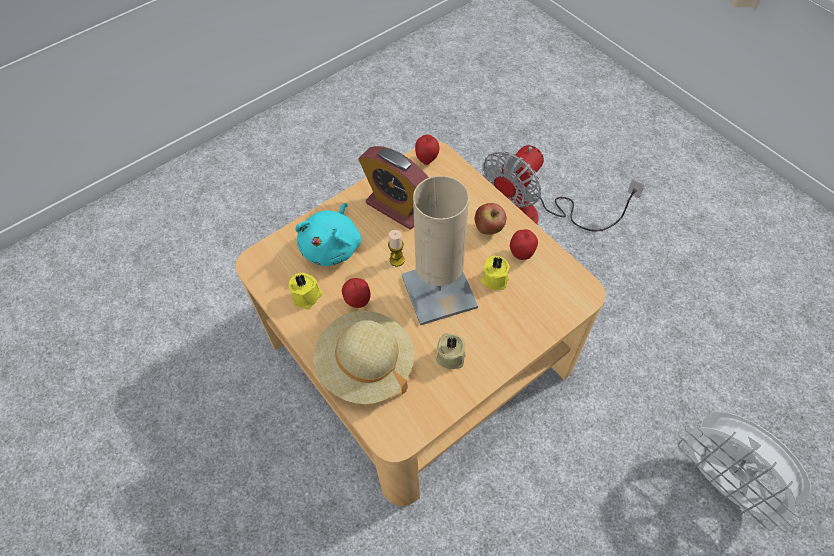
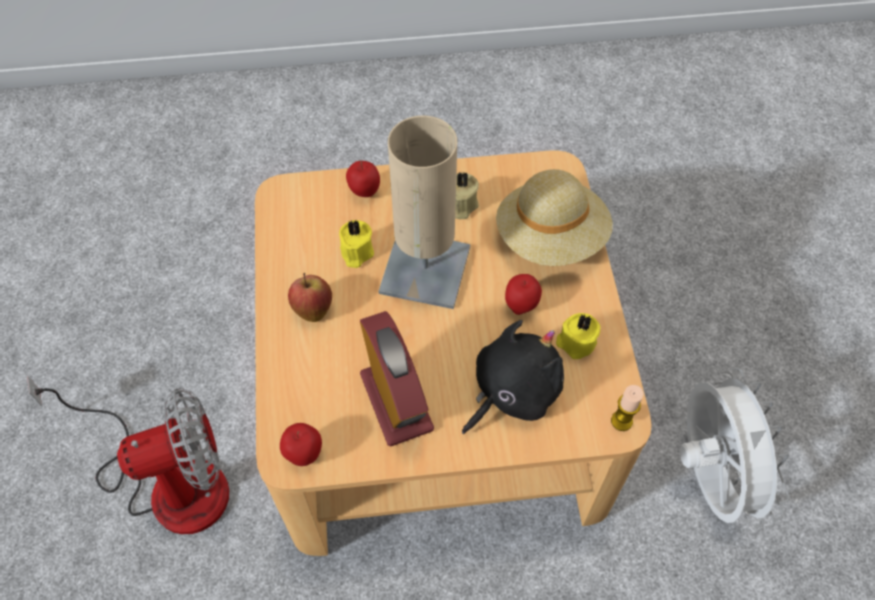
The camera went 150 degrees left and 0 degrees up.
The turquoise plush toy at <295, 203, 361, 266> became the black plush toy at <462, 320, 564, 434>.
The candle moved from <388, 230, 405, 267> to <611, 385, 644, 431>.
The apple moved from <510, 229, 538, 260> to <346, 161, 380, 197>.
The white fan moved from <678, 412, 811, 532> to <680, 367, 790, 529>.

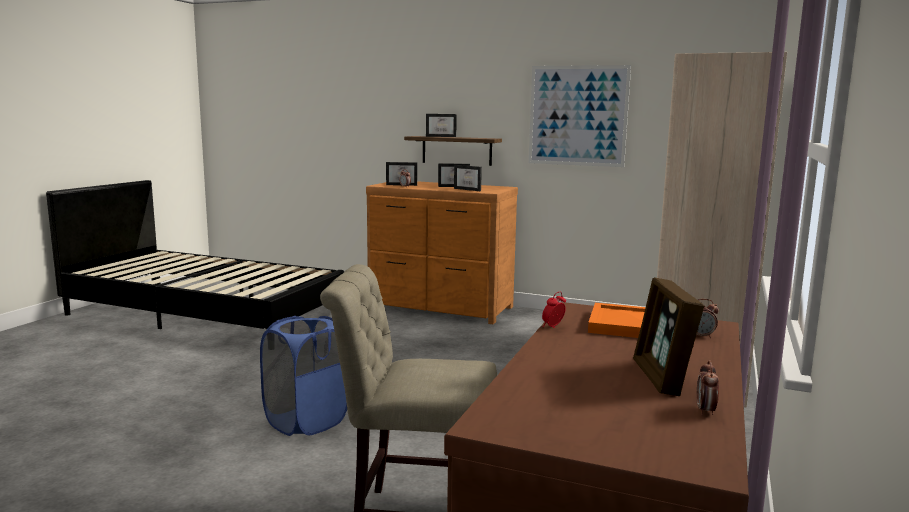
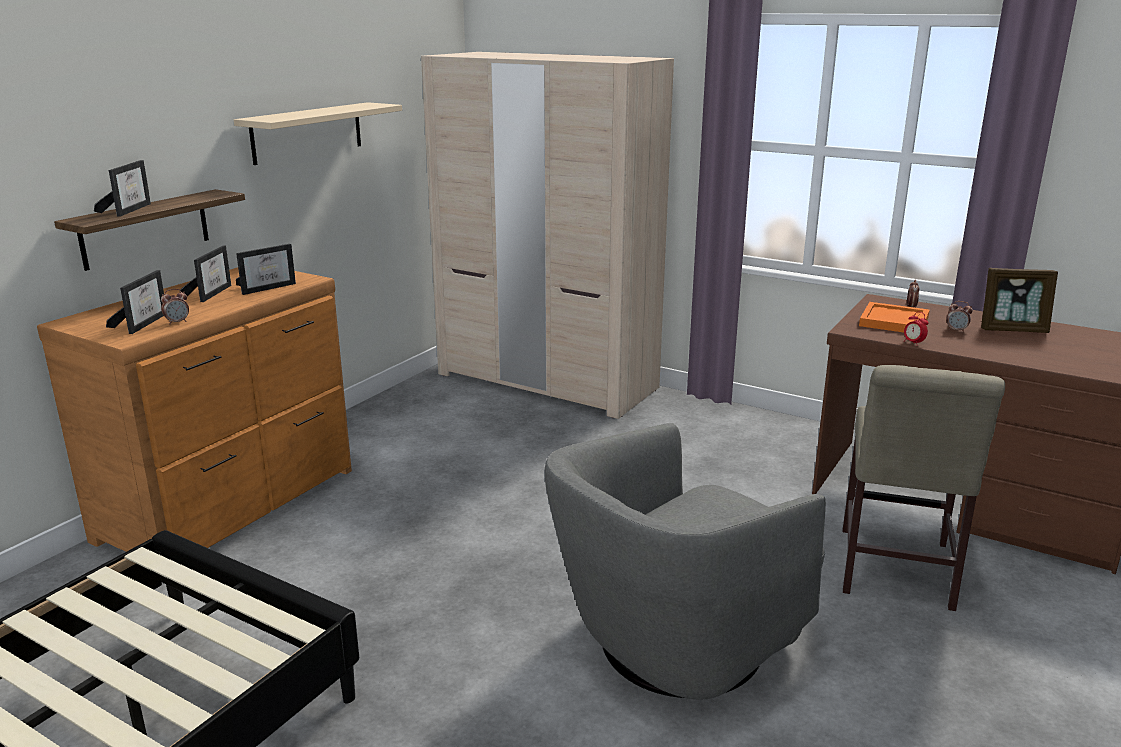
The camera went 80 degrees left and 10 degrees up.
The blue laundry basket at <260, 316, 347, 436> was replaced by the grey armchair at <545, 423, 826, 700>.
The picture at <529, 65, 631, 167> was replaced by the beige shelf at <234, 102, 402, 165>.
The alarm clock moved from <697, 360, 719, 415> to <946, 301, 973, 332>.

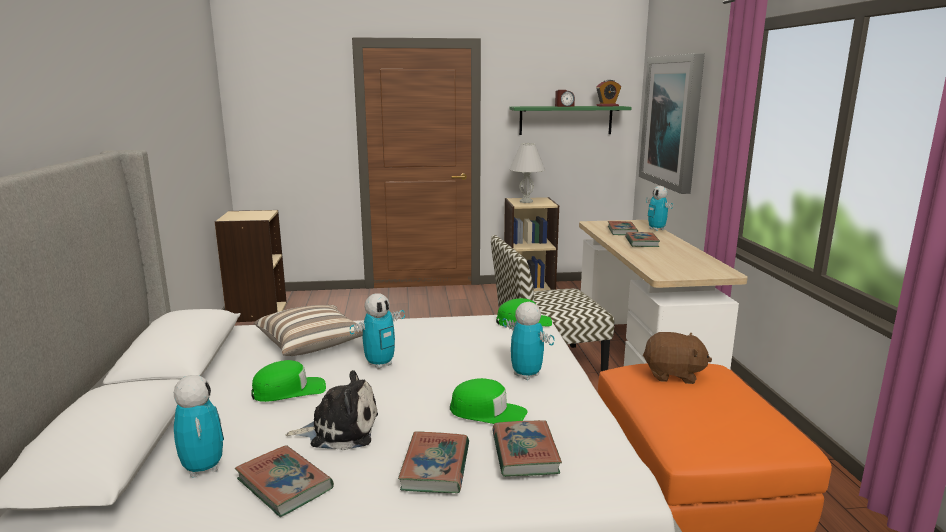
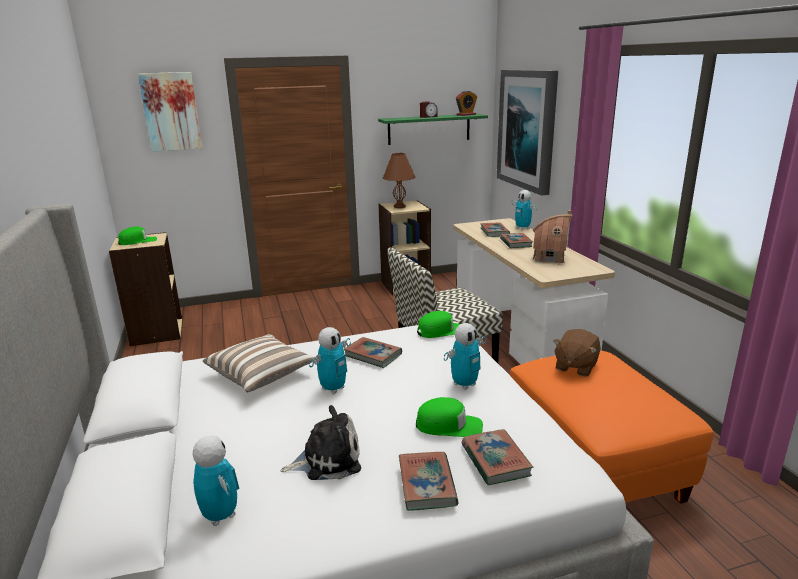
The camera went 10 degrees left and 5 degrees up.
The book moved from <235, 445, 334, 517> to <344, 337, 402, 368>.
The green cap moved from <251, 360, 326, 402> to <118, 227, 157, 245>.
The toy robot at <503, 302, 554, 380> turned 105 degrees clockwise.
The white table lamp at <509, 143, 545, 203> became the brown table lamp at <383, 153, 415, 208>.
The brown plush toy at <643, 332, 712, 384> turned 120 degrees clockwise.
The picture at <138, 72, 202, 152> appeared.
The toy house at <533, 210, 572, 263> appeared.

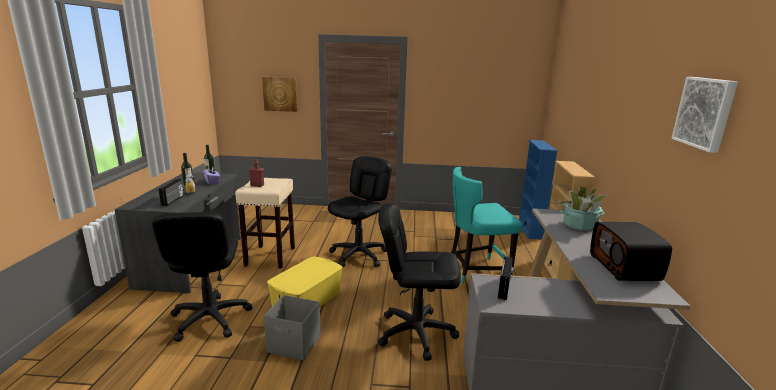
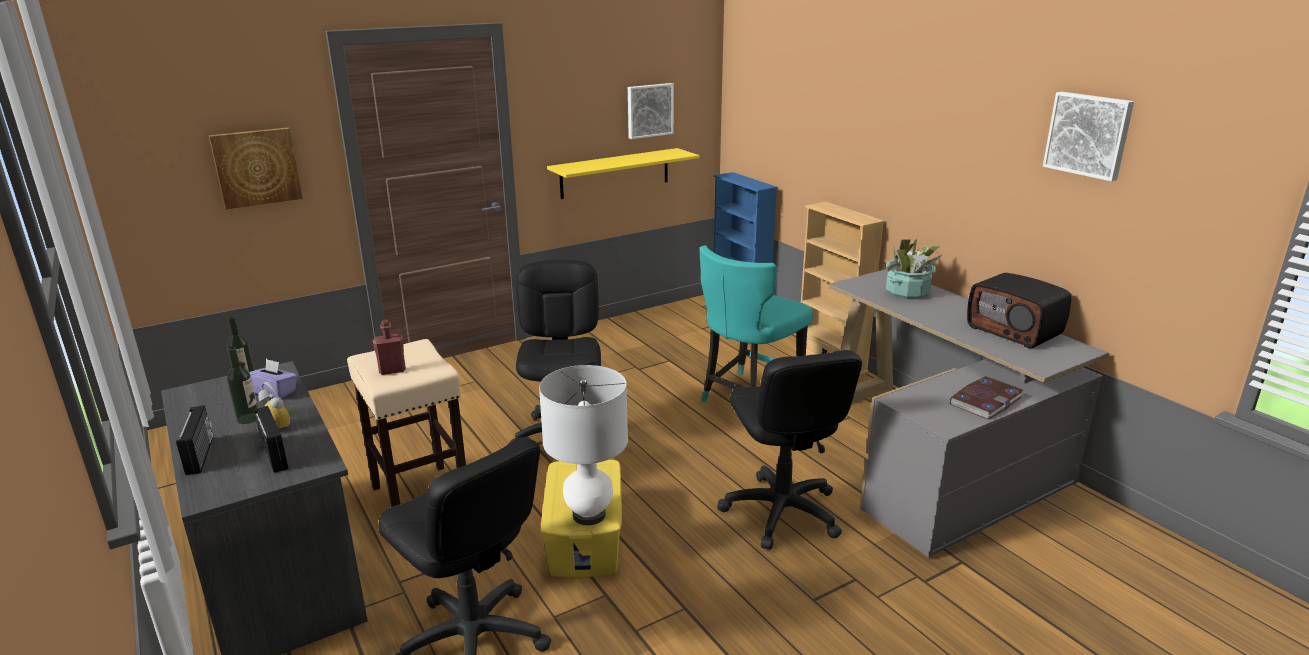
The camera went 35 degrees left and 5 degrees up.
The grey storage box at <264, 295, 321, 361> disappeared.
The black office chair at <378, 203, 461, 361> turned 75 degrees counterclockwise.
The radio moved from <498, 256, 514, 300> to <176, 405, 213, 475>.
The white table lamp at <539, 365, 628, 525> appeared.
The yellow shelf at <547, 148, 700, 199> appeared.
The picture at <628, 83, 674, 139> appeared.
The book at <950, 376, 1023, 420> appeared.

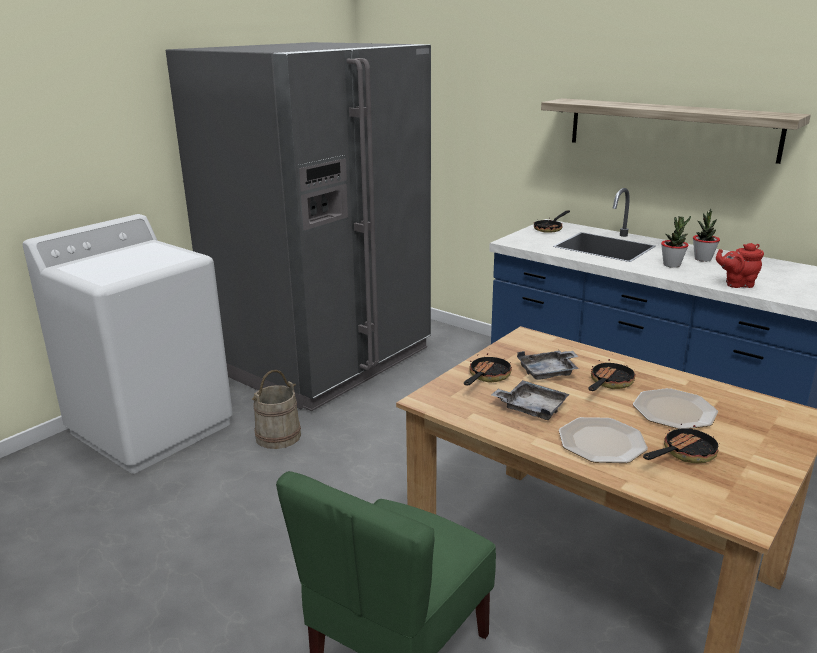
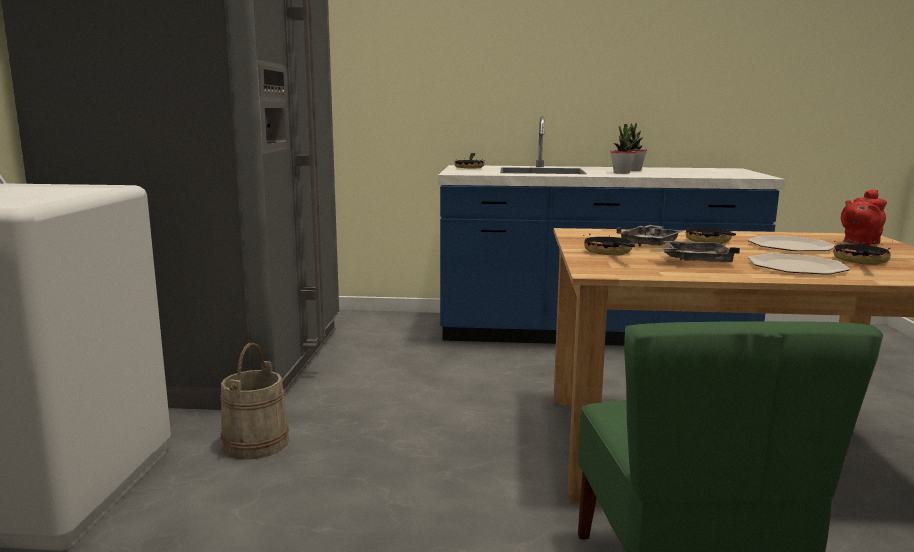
The camera went 35 degrees left and 10 degrees down.
The shelf at <541, 98, 811, 164> disappeared.
The red teapot moved from <716, 243, 764, 288> to <841, 189, 887, 246>.

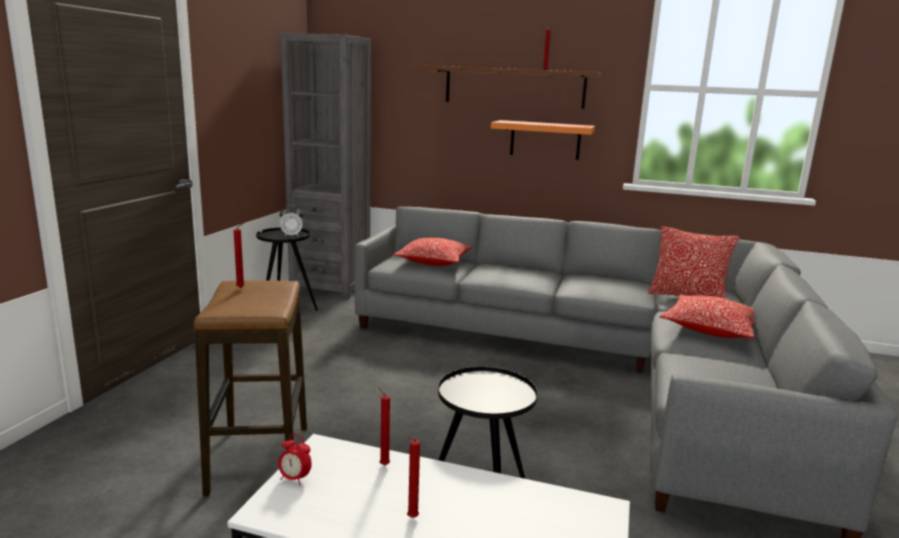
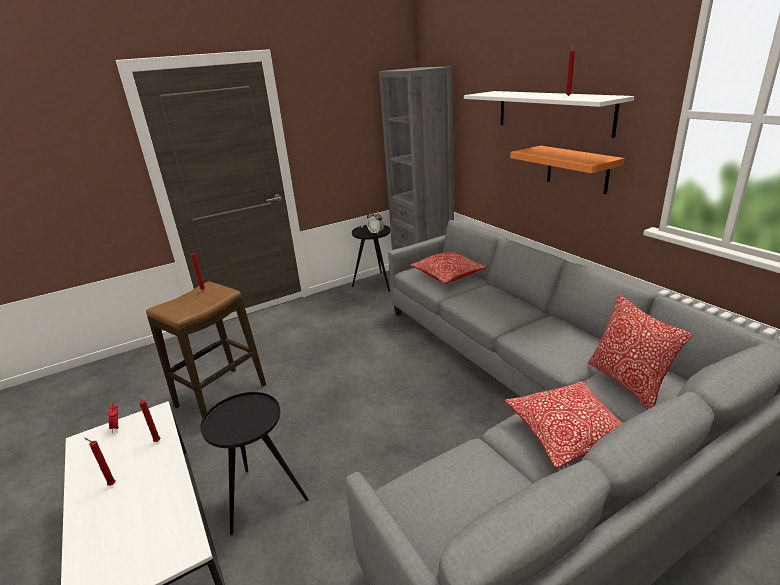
The camera went 45 degrees right and 10 degrees up.
The brown shelf at <422, 66, 601, 109> became the white shelf at <464, 91, 634, 138>.

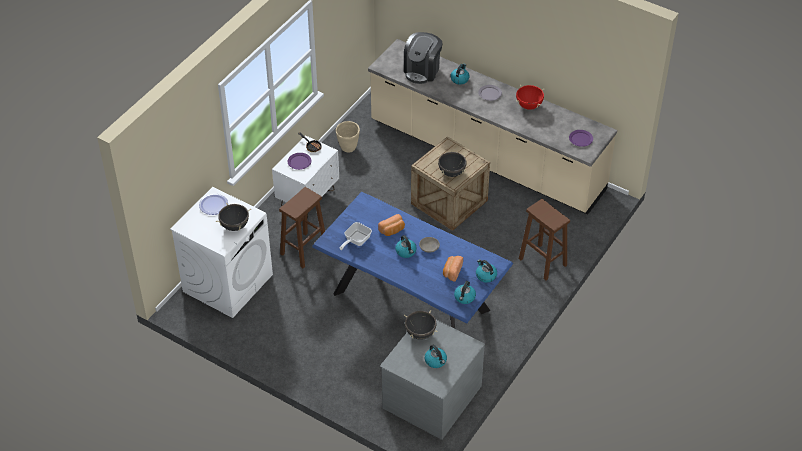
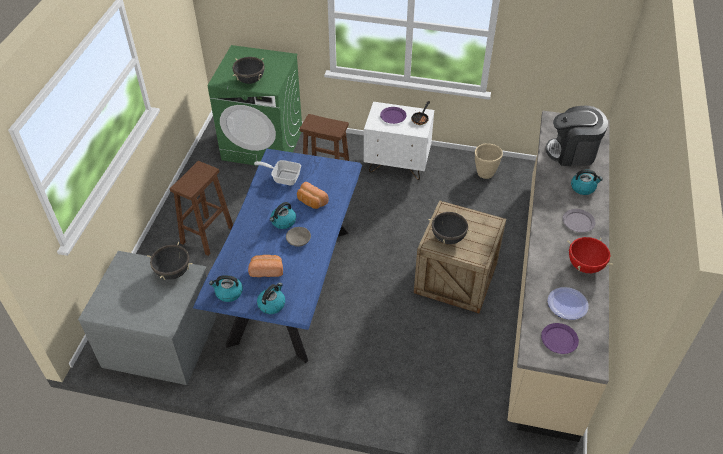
The camera went 70 degrees right and 0 degrees up.
The white washing machine at <170, 187, 273, 318> became the green washing machine at <208, 45, 302, 166>.
The plate moved from <199, 194, 228, 215> to <548, 287, 589, 320>.
The kettle at <425, 345, 447, 368> disappeared.
The brown stool moved from <519, 199, 570, 281> to <170, 161, 233, 256>.

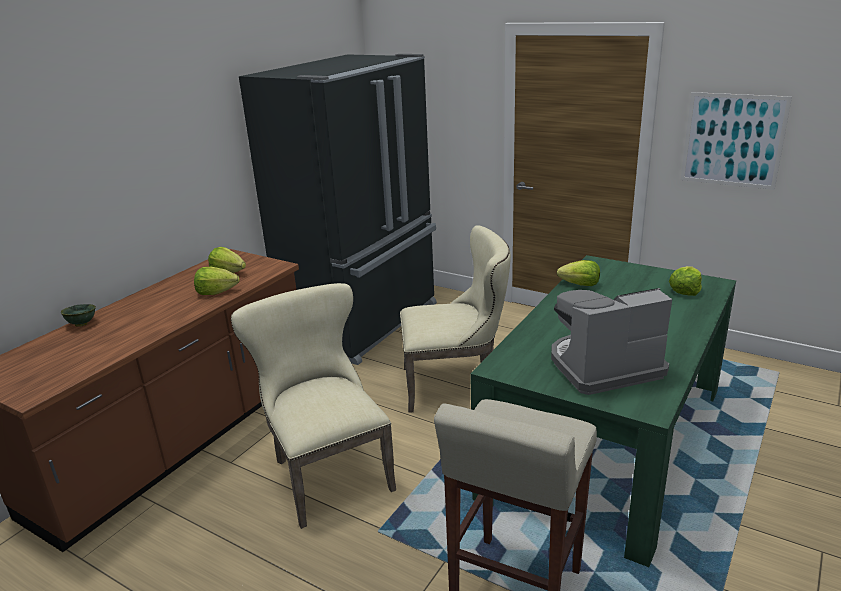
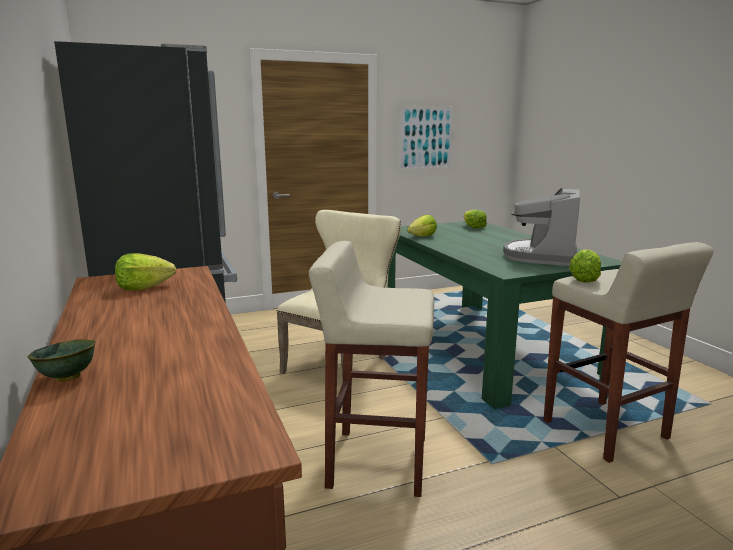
The camera went 55 degrees left and 10 degrees down.
The lettuce moved from <194, 267, 239, 295> to <569, 249, 601, 283>.
The beige chair at <231, 283, 396, 529> was replaced by the beige stool at <309, 241, 434, 497>.

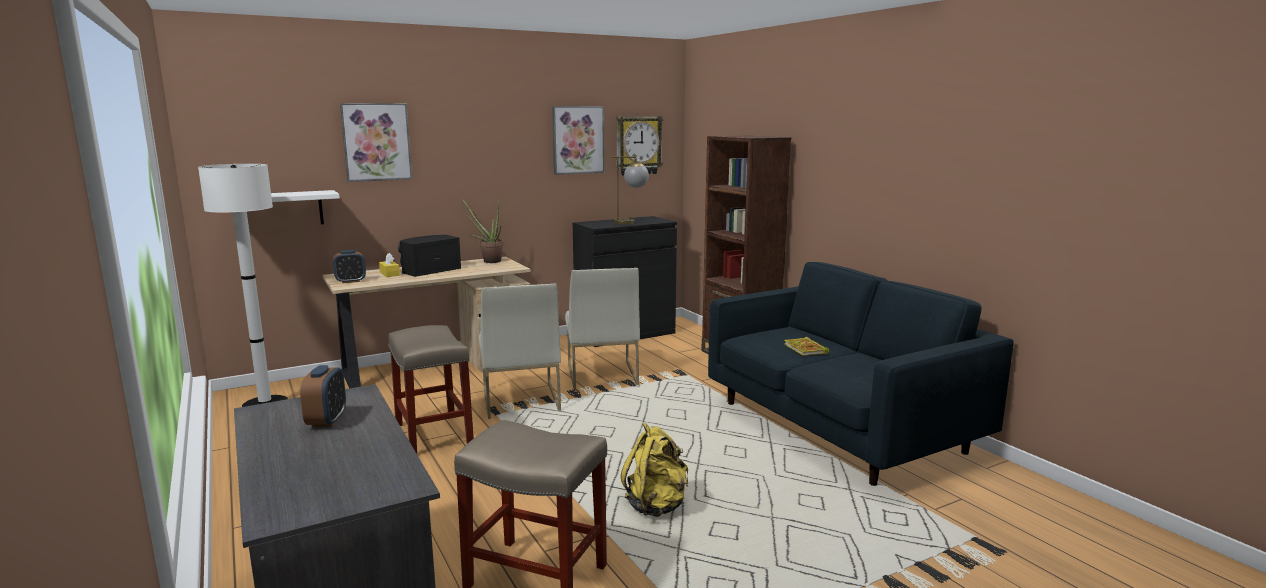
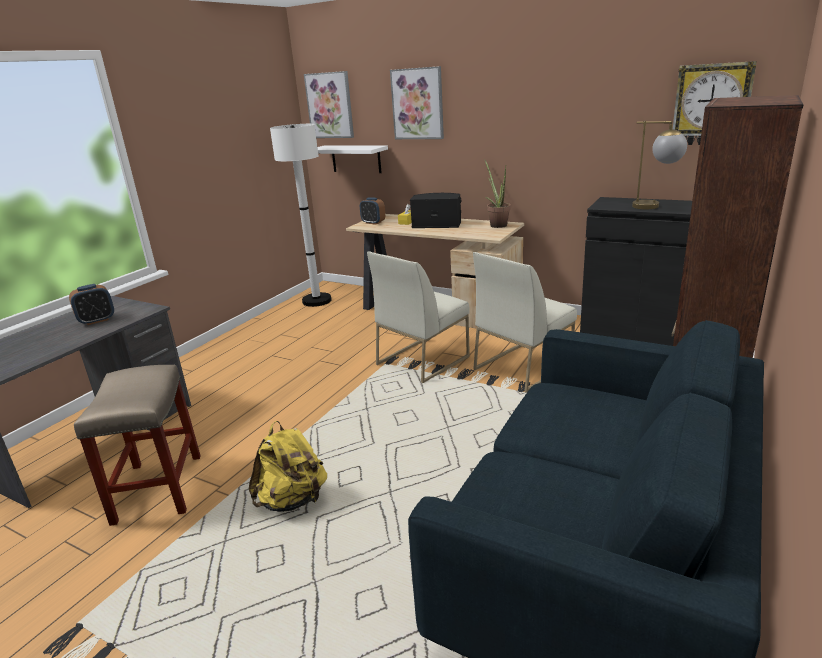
The camera went 60 degrees right and 10 degrees up.
The beige stool at <388, 325, 474, 453> disappeared.
The picture moved from <552, 106, 604, 175> to <304, 71, 354, 138>.
The book at <784, 337, 829, 356> disappeared.

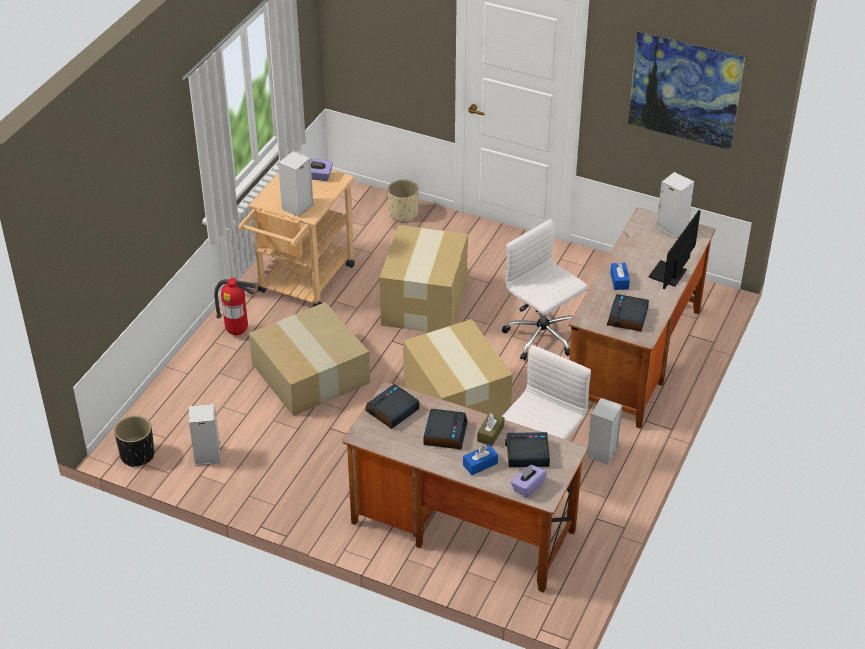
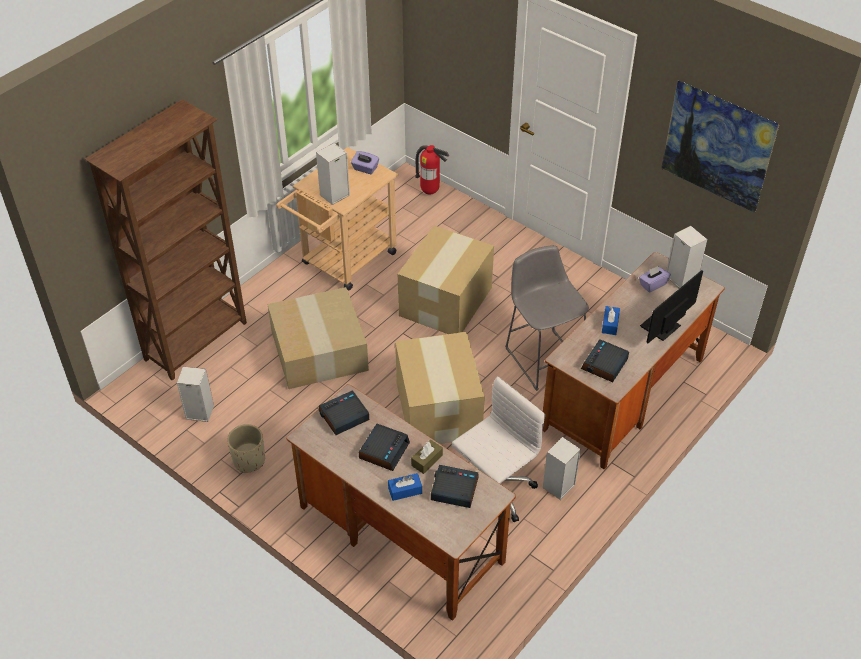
The camera went 15 degrees right and 5 degrees up.
The black planter at <114, 416, 154, 467> disappeared.
The fire extinguisher moved from <214, 278, 256, 335> to <415, 145, 449, 195>.
The beige planter moved from <388, 180, 419, 223> to <227, 424, 265, 473>.
The white office chair at <502, 219, 588, 361> was replaced by the grey stool at <505, 245, 589, 391>.
The purple tissue box moved from <511, 464, 547, 498> to <639, 266, 671, 292>.
The brown bookcase at <85, 99, 247, 381> appeared.

